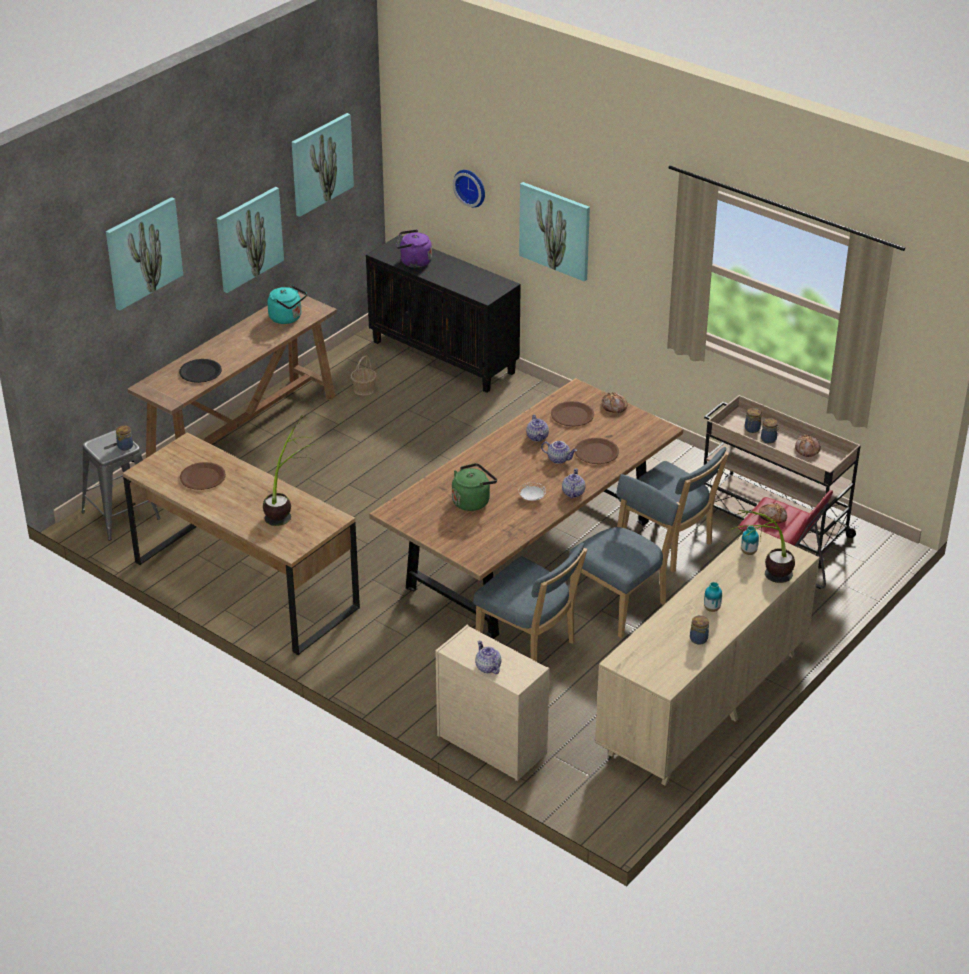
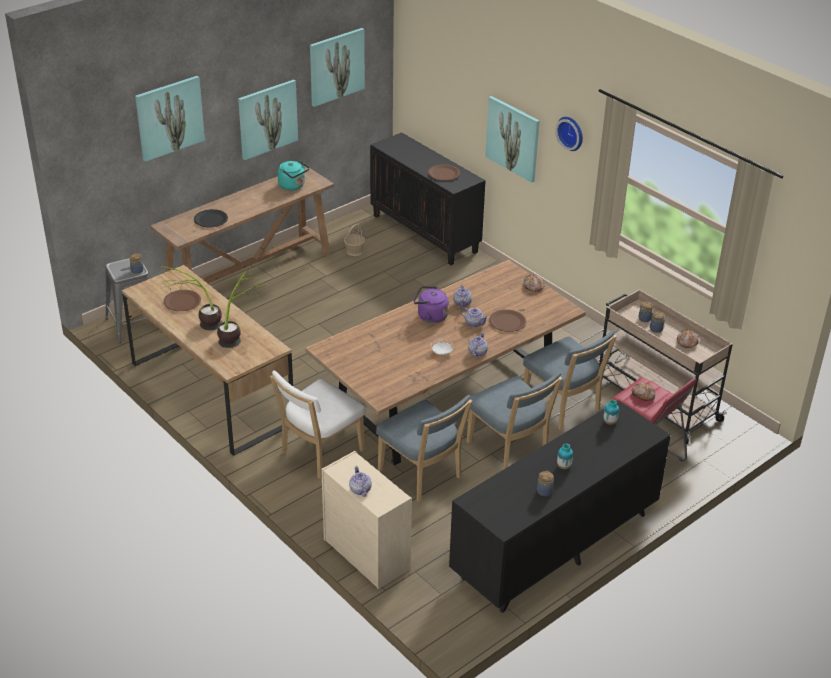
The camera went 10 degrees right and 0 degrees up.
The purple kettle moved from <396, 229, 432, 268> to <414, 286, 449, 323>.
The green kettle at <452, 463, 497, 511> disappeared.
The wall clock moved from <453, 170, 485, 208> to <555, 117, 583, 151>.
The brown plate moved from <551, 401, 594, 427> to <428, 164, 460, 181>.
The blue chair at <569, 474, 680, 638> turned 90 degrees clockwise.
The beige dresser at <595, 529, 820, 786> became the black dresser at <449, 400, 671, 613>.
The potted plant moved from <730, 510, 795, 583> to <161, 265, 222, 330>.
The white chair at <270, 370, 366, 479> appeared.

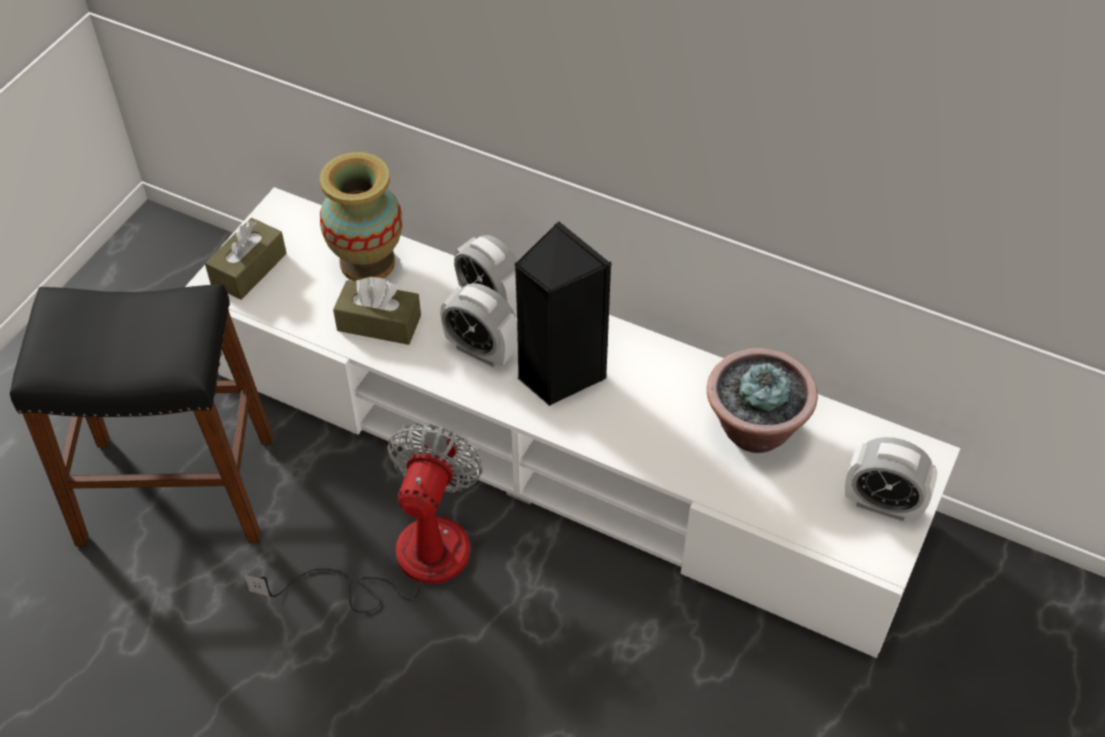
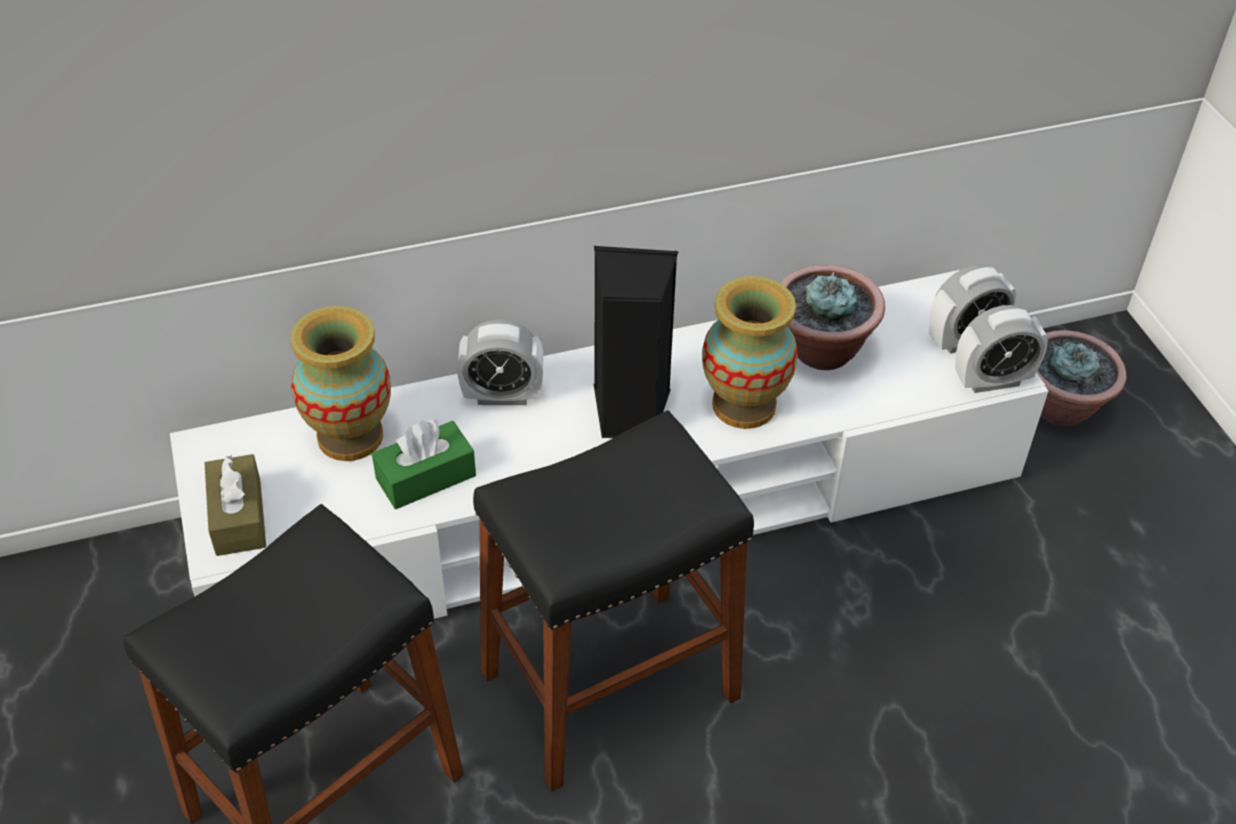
The camera went 45 degrees left and 5 degrees down.
The fan at <244, 424, 483, 613> was replaced by the black stool at <473, 410, 754, 791>.
The brown tissue box at <333, 277, 421, 345> became the green tissue box at <372, 419, 476, 509>.
The alarm clock moved from <440, 283, 518, 367> to <955, 305, 1048, 393>.
The vase at <702, 276, 798, 429> appeared.
The potted plant at <1037, 330, 1126, 426> appeared.

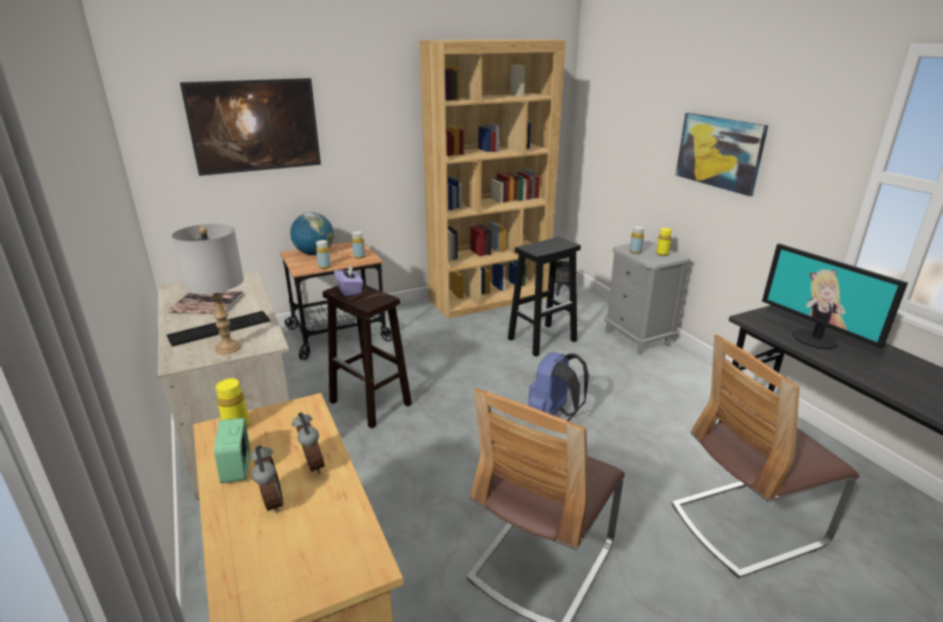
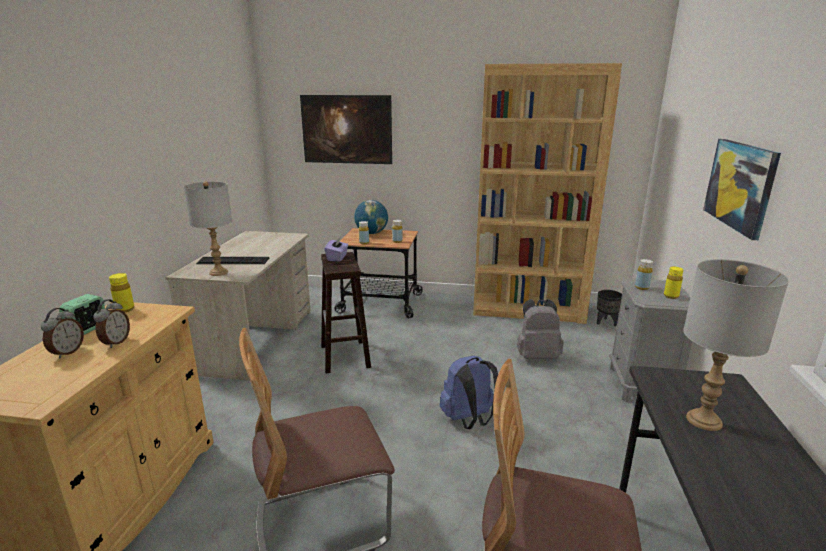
The camera went 35 degrees right and 5 degrees down.
The book at <169, 291, 244, 314> disappeared.
The black stool at <508, 237, 581, 357> was replaced by the grey backpack at <517, 299, 564, 359>.
The monitor at <762, 244, 908, 349> was replaced by the grey table lamp at <683, 259, 789, 431>.

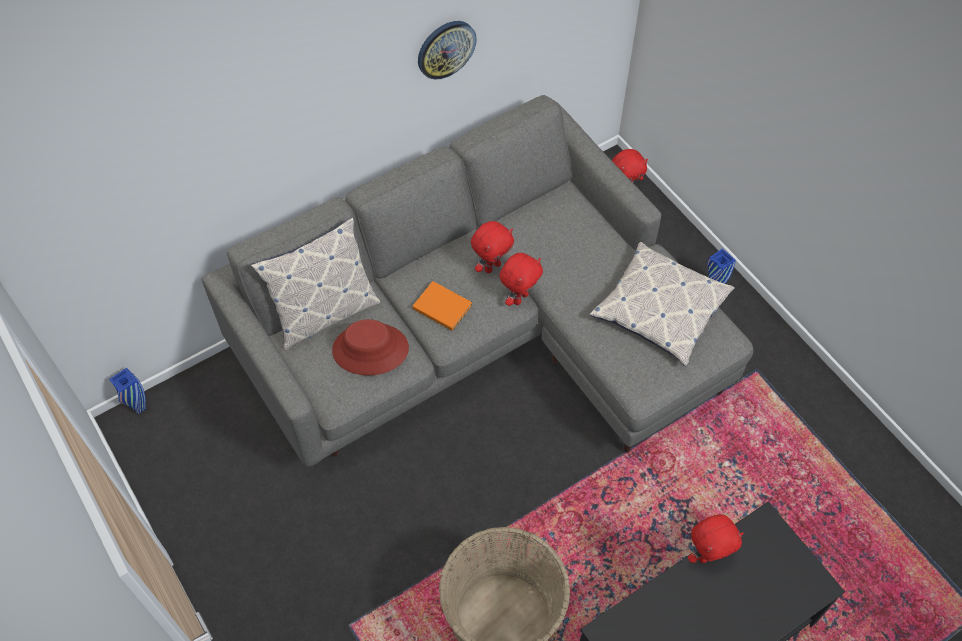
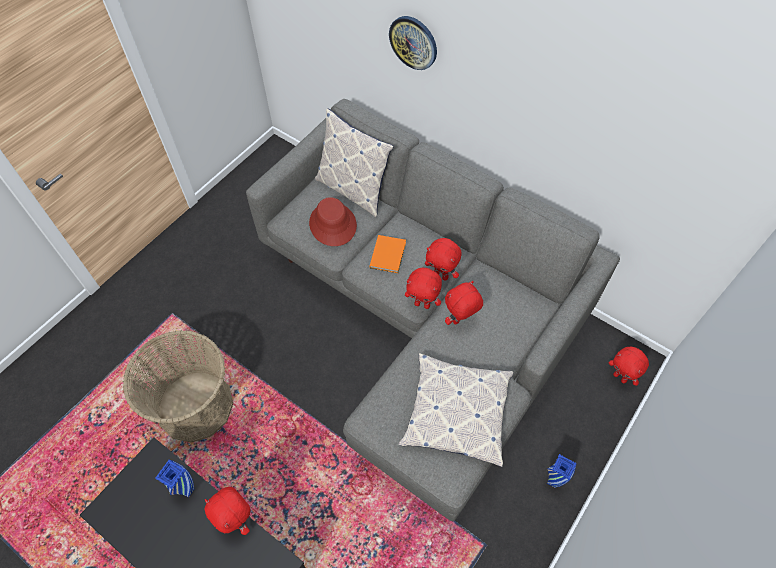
The camera went 70 degrees right and 0 degrees up.
The blue vase moved from <109, 368, 146, 414> to <155, 460, 195, 498>.
The wall clock moved from <418, 21, 477, 80> to <389, 16, 437, 70>.
The red plush toy at <445, 281, 483, 325> appeared.

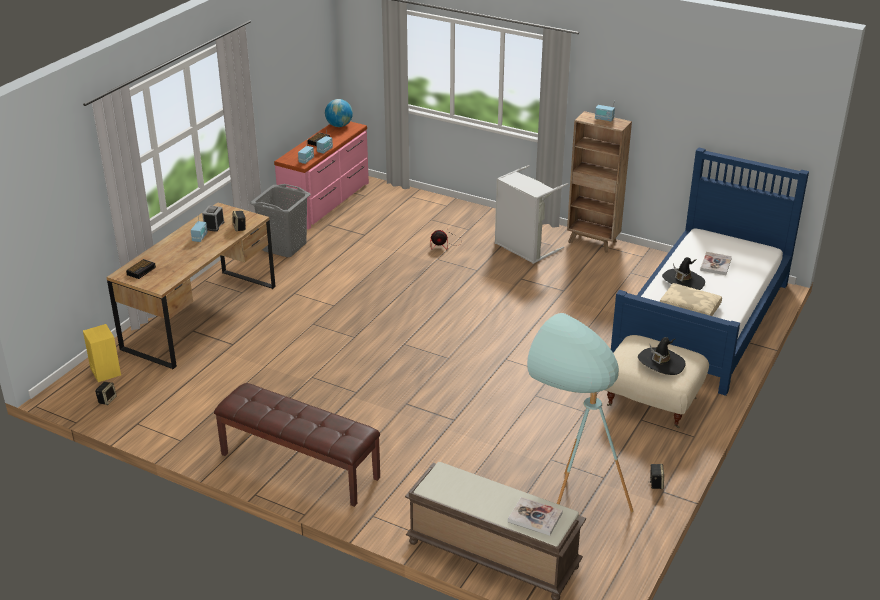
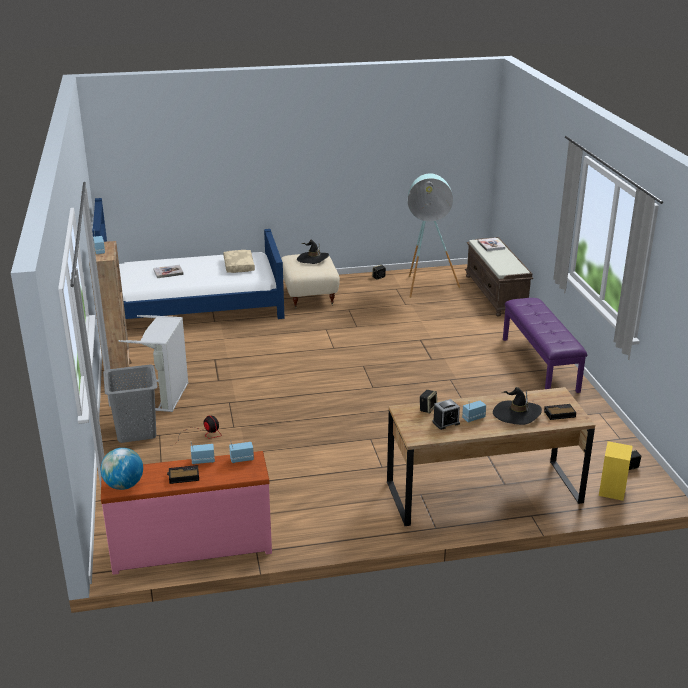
The camera went 130 degrees left and 5 degrees down.
The brown bench at <214, 383, 380, 507> became the purple bench at <503, 298, 587, 393>.
The grey laundry basket moved from <250, 184, 310, 257> to <103, 364, 158, 443>.
The black hat moved from <662, 257, 705, 290> to <493, 387, 542, 425>.

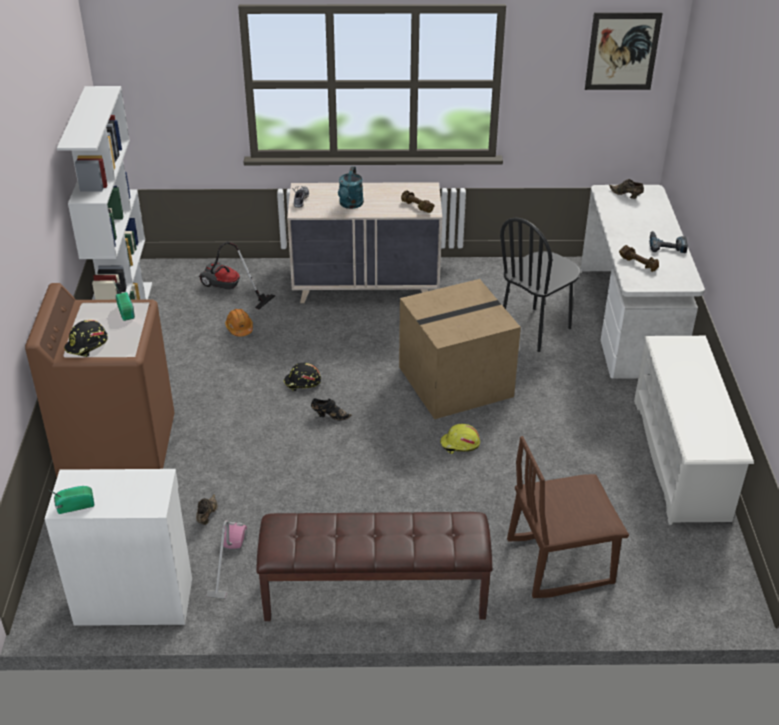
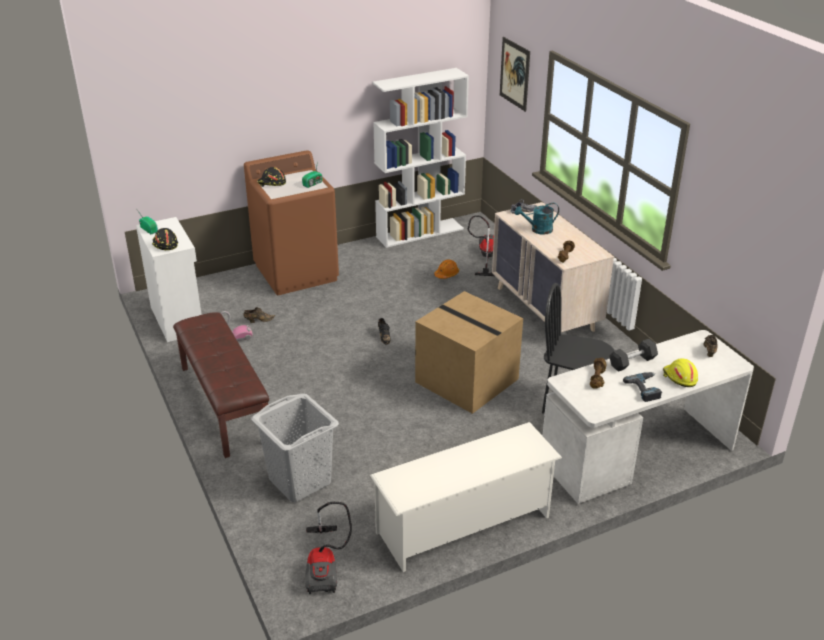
The camera went 65 degrees right and 5 degrees down.
The black hard hat moved from <284, 363, 321, 391> to <152, 228, 178, 250>.
The yellow hard hat moved from <440, 424, 480, 454> to <663, 359, 698, 387>.
The brown chair at <507, 436, 629, 599> was replaced by the grey laundry basket at <251, 394, 339, 502>.
The picture moved from <585, 12, 663, 90> to <500, 37, 530, 112>.
The vacuum cleaner at <305, 502, 352, 594> appeared.
The grey dumbbell at <609, 339, 658, 372> appeared.

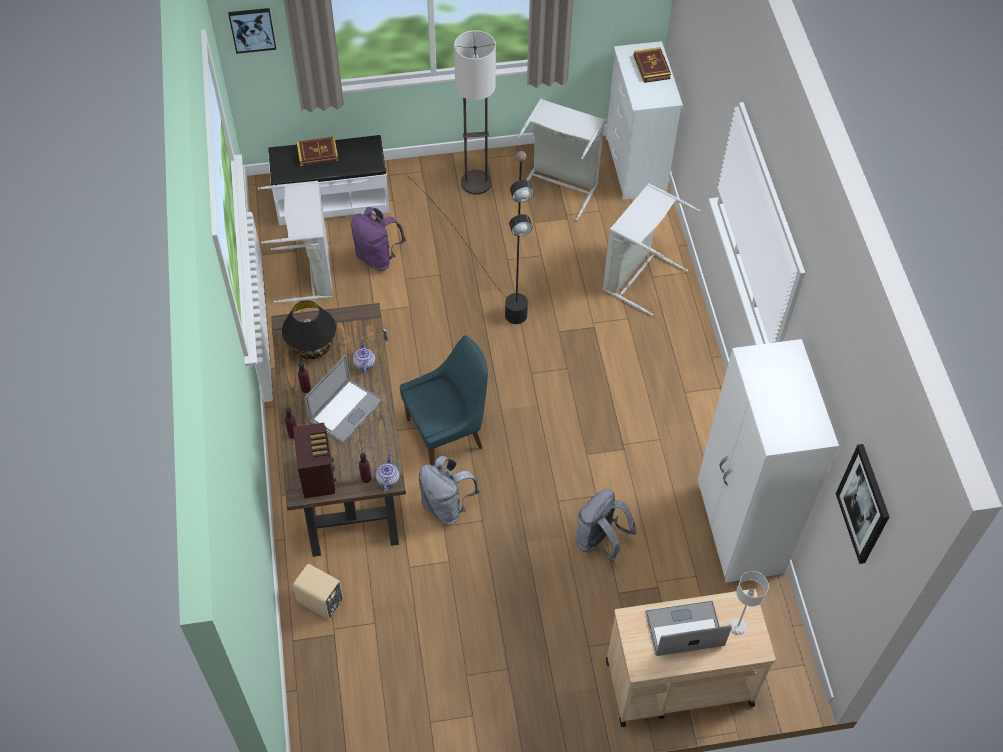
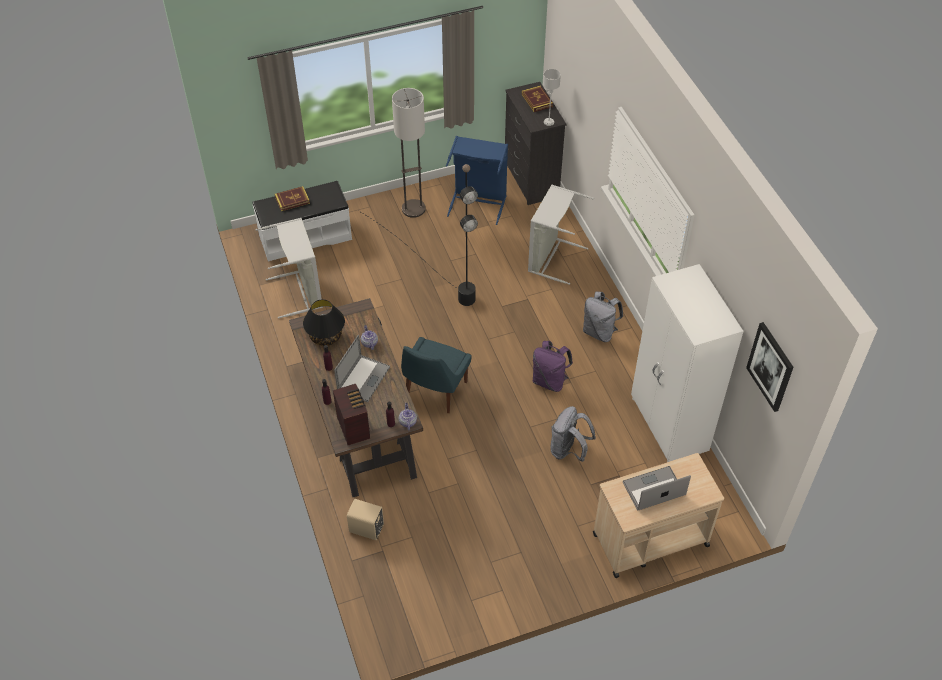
The camera went 10 degrees left and 5 degrees down.
The picture at <228, 8, 276, 54> disappeared.
The purple backpack moved from <351, 207, 406, 271> to <533, 341, 573, 392>.
The blue chair at <400, 335, 488, 466> turned 150 degrees clockwise.
The grey backpack moved from <419, 456, 480, 525> to <583, 291, 623, 342>.
The grey laundry basket at <518, 98, 605, 220> became the blue laundry basket at <446, 136, 508, 225>.
The white dresser at <606, 41, 683, 200> became the black dresser at <505, 82, 566, 205>.
The grey table lamp moved from <729, 571, 769, 635> to <543, 69, 561, 126>.

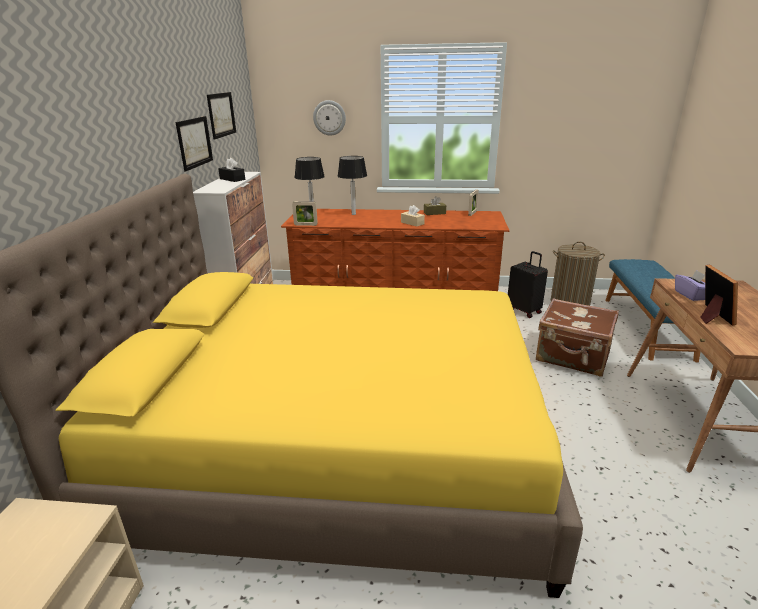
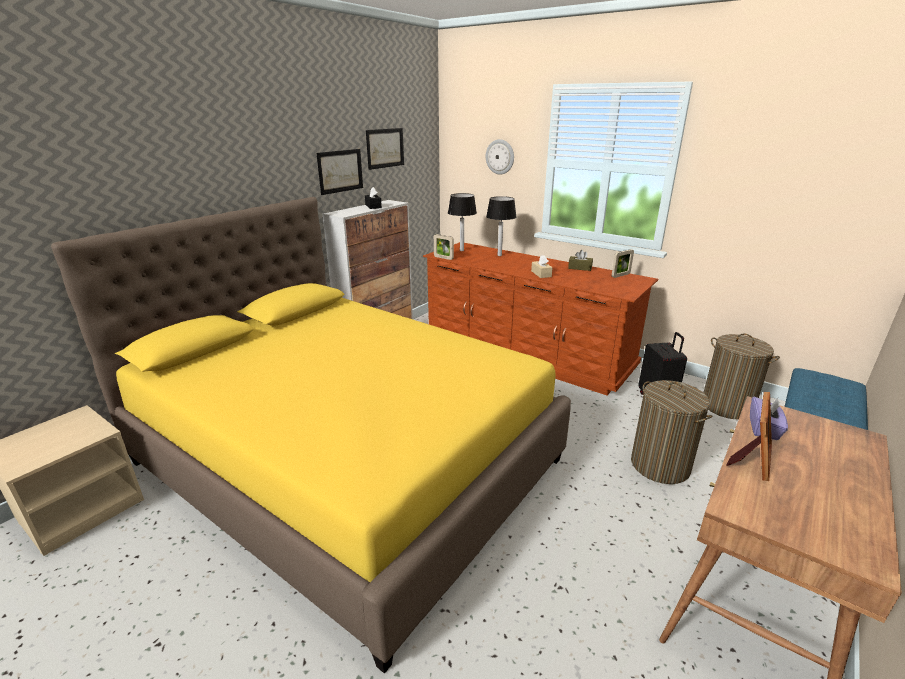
The camera went 30 degrees right and 0 degrees up.
The brown suitcase at <536, 298, 619, 377> was replaced by the laundry basket at <631, 380, 713, 484>.

